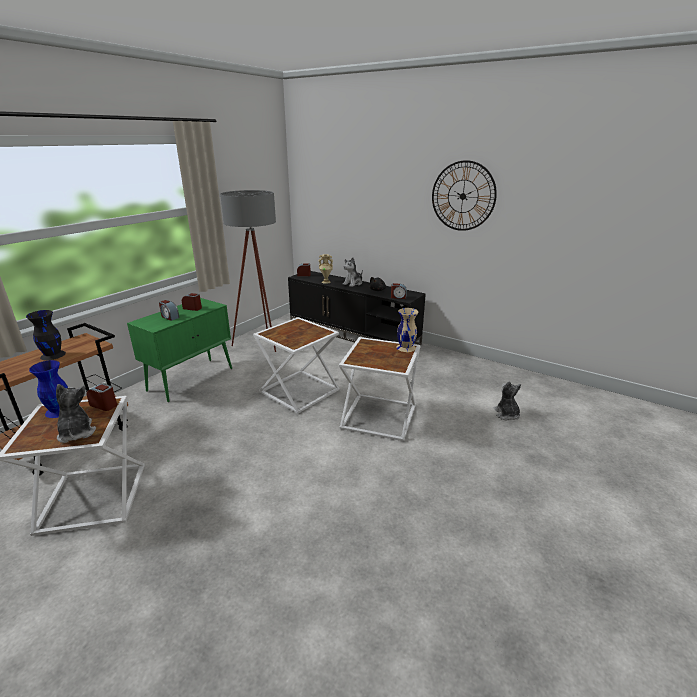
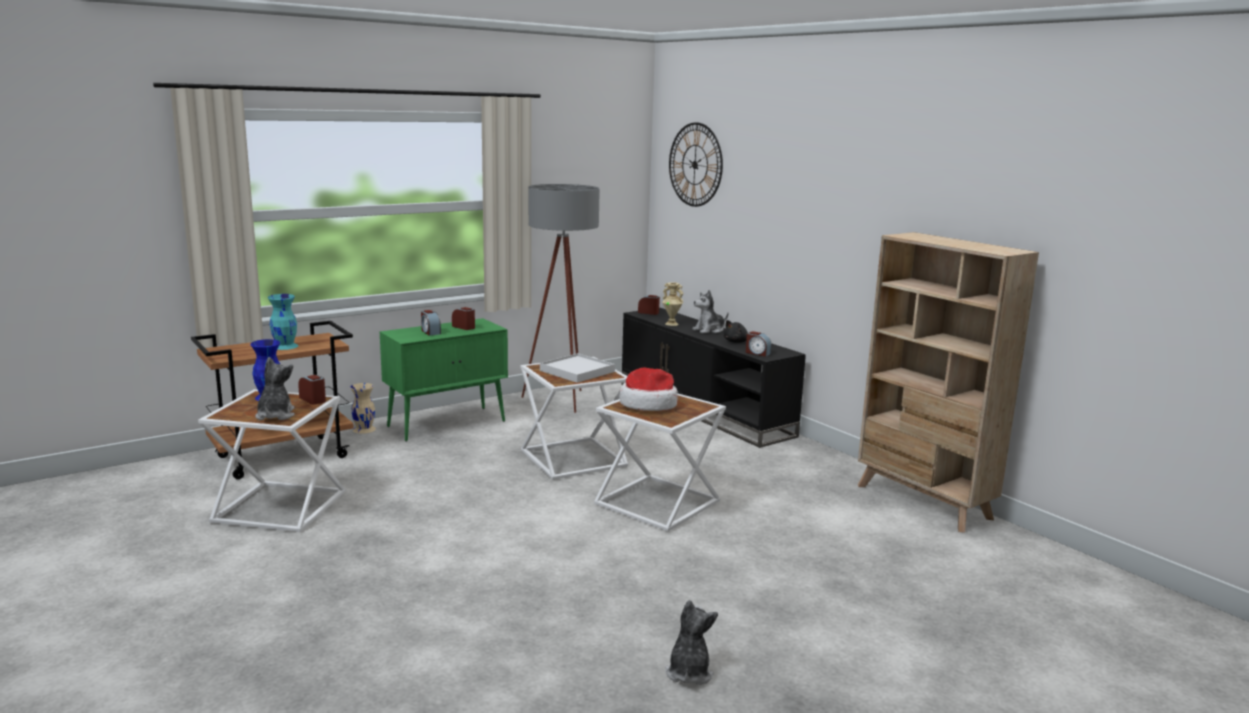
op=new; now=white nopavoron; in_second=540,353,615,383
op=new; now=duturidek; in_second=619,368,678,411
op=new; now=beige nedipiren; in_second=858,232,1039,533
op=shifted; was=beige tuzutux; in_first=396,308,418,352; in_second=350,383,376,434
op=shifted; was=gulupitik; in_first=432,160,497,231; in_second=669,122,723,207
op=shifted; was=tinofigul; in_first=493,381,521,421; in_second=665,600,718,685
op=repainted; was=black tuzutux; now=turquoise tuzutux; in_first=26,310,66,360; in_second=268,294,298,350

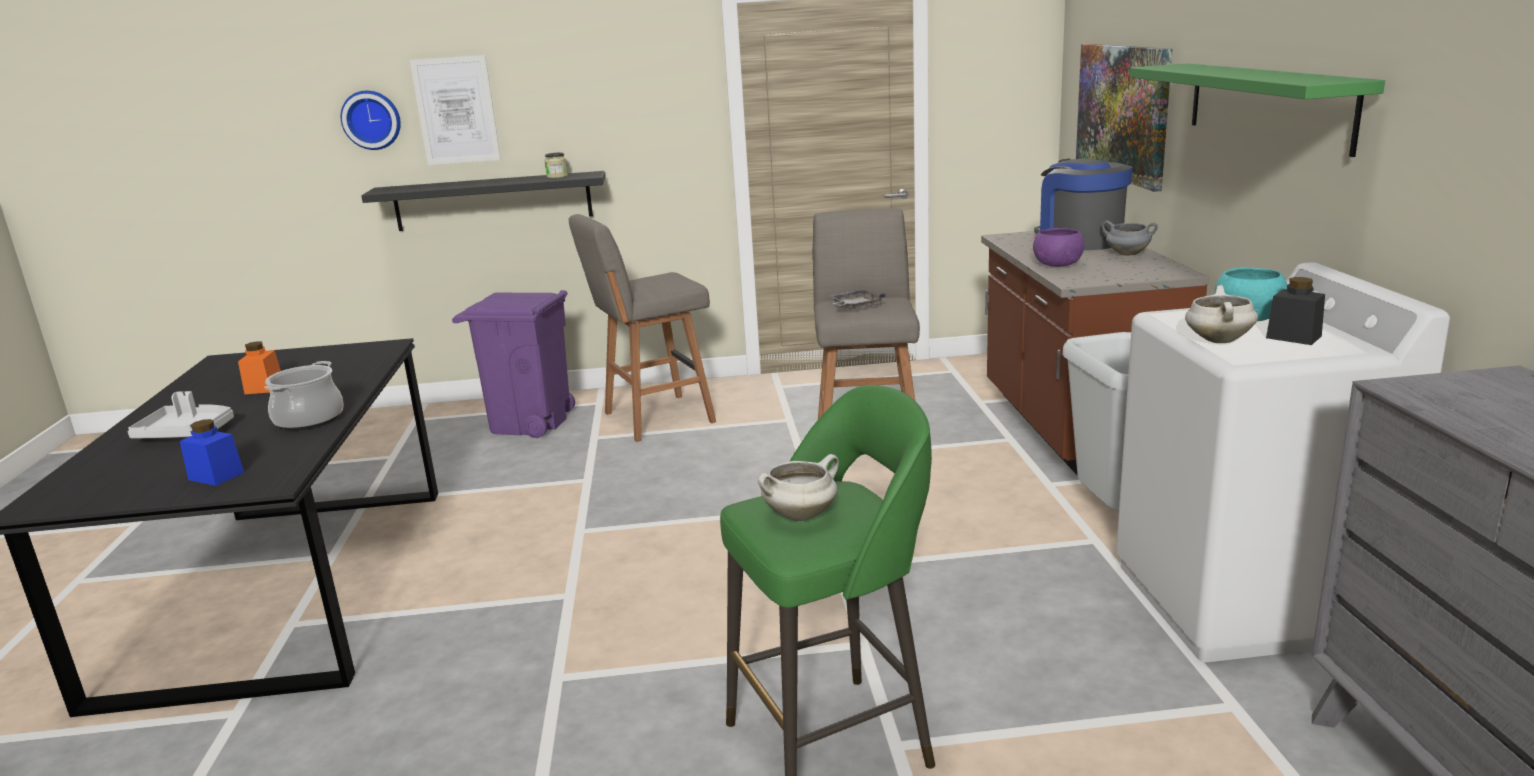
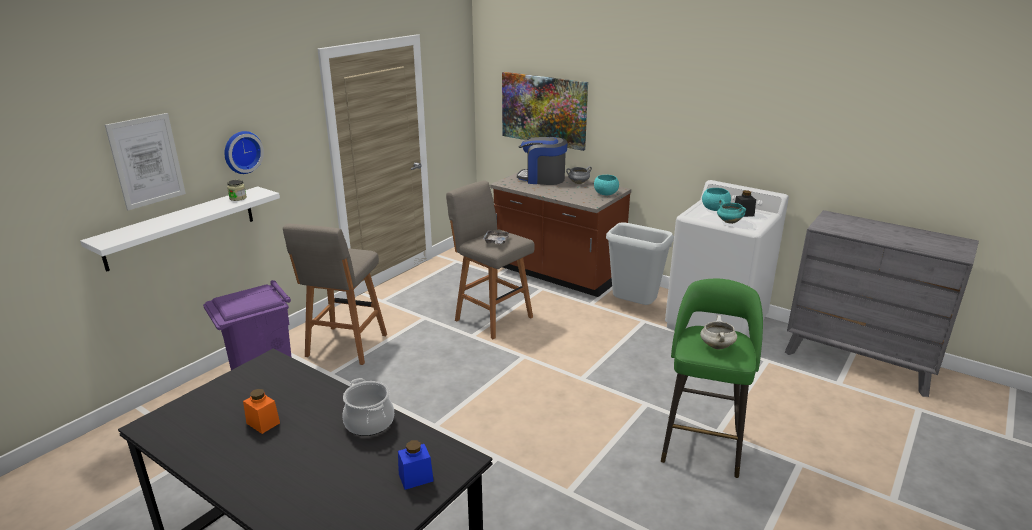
op=gone; was=grey nopavoron; in_first=127,391,234,438
op=gone; was=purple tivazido; in_first=1033,228,1085,267
op=gone; was=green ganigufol; in_first=1129,63,1385,157
op=new; now=turquoise tivazido; in_second=594,175,619,195
op=shifted; was=gulupitik; in_first=341,91,401,150; in_second=224,131,264,174
op=repainted; was=black ganigufol; now=white ganigufol; in_first=361,171,605,231; in_second=80,186,280,272
op=repainted; was=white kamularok; now=turquoise kamularok; in_first=1185,285,1258,343; in_second=717,199,746,224

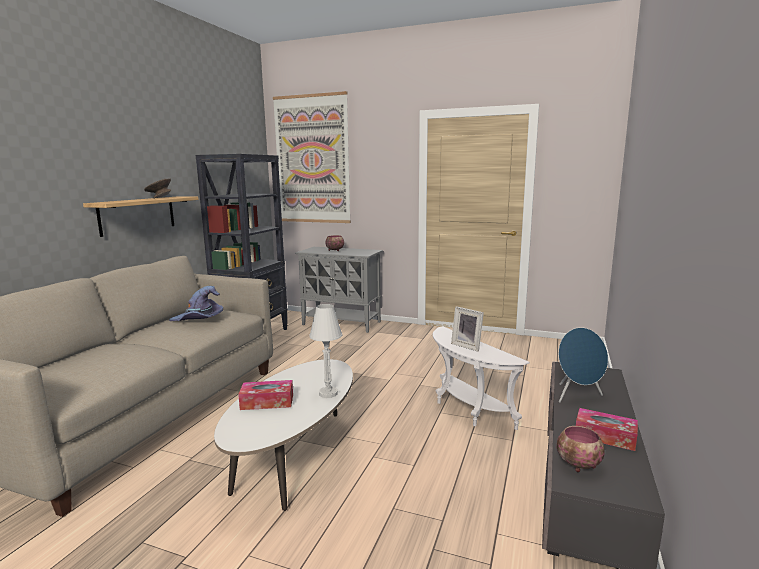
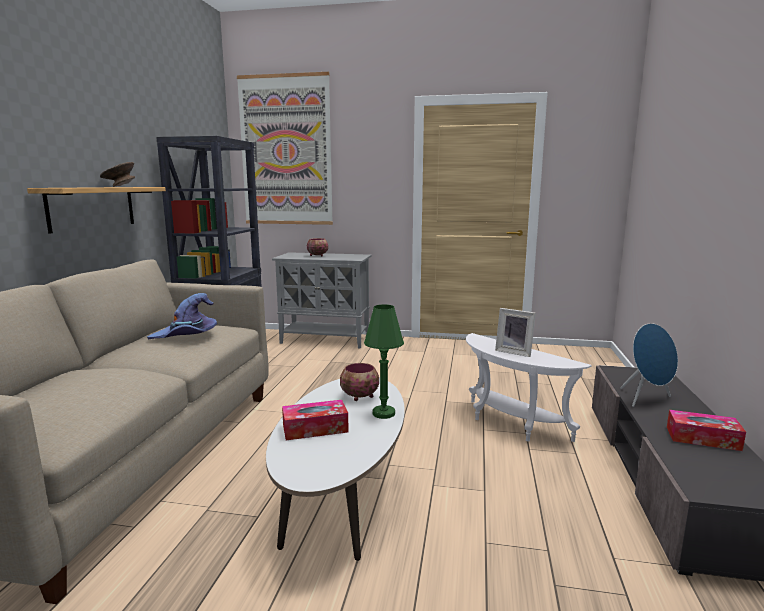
op=shifted; was=tivazido; in_first=557,426,605,472; in_second=340,363,379,401
op=repainted; was=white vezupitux; now=green vezupitux; in_first=309,304,342,398; in_second=364,304,404,419

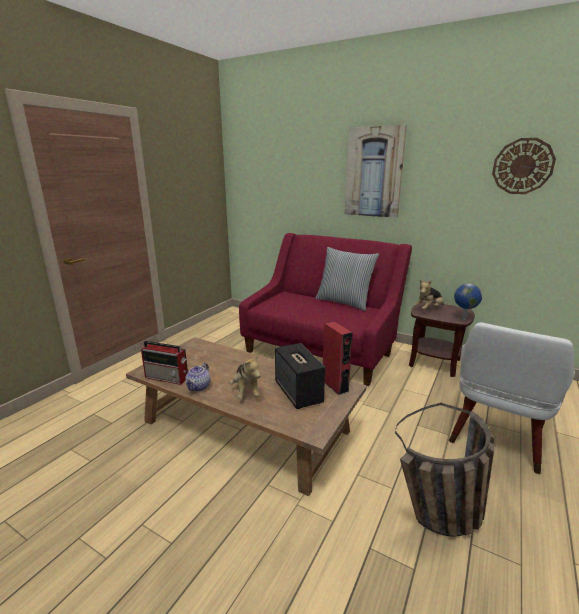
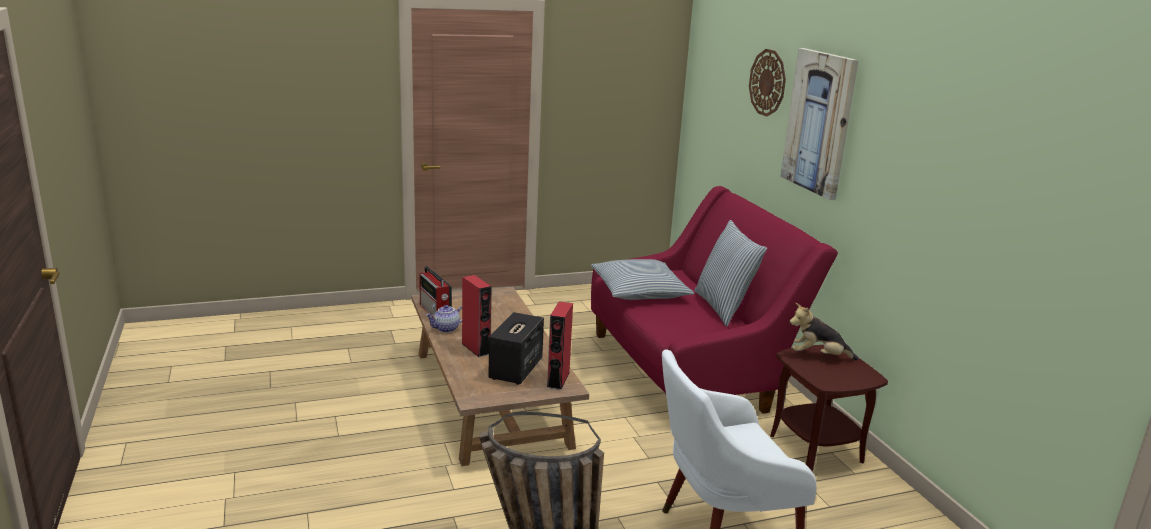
op=gone; was=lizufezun; in_first=454,284,482,320
op=new; now=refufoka; in_second=591,259,694,300
op=shifted; was=gulupitik; in_first=492,138,556,194; in_second=749,49,786,117
op=swapped; was=tinofigul; now=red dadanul; in_first=229,355,261,399; in_second=462,275,492,357

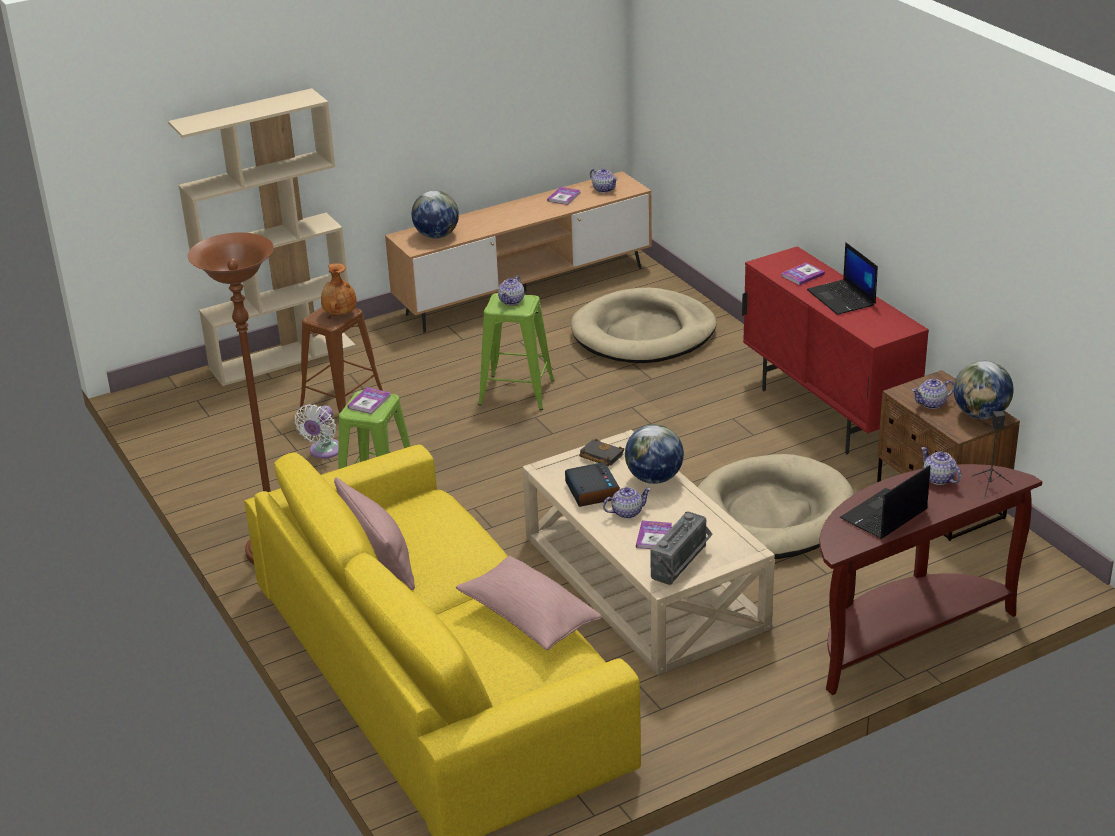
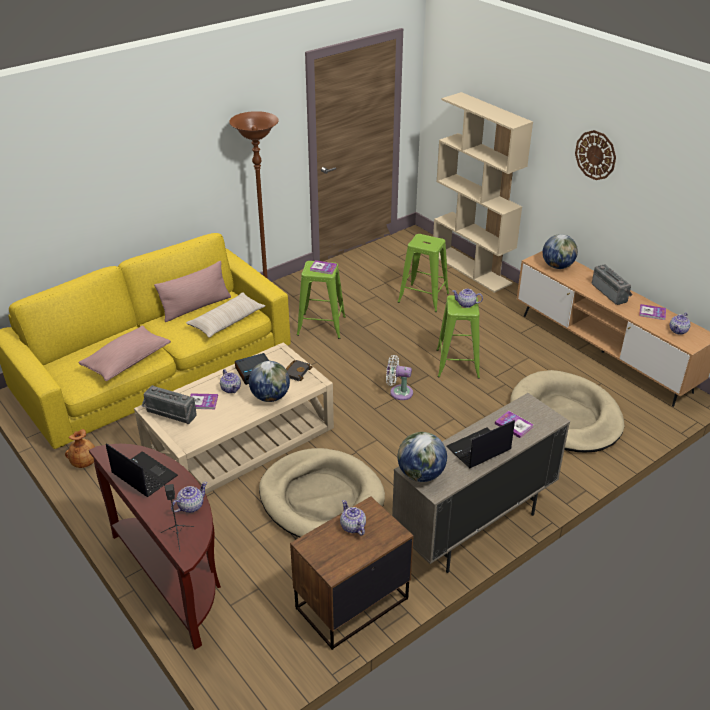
op=new; now=beige refufoka; in_second=186,293,265,338
op=new; now=gulupitik; in_second=575,130,616,180
op=new; now=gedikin; in_second=592,265,633,305
op=shifted; was=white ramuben; in_first=295,404,339,459; in_second=386,355,413,400
op=shifted; was=brown tuzutux; in_first=321,263,357,315; in_second=65,429,95,468
op=shifted; was=lizufezun; in_first=954,361,1014,419; in_second=398,432,447,482
op=repainted; was=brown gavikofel; now=green gavikofel; in_first=299,307,383,414; in_second=398,234,449,312
op=repainted; was=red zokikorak; now=beige zokikorak; in_first=742,246,929,454; in_second=392,393,570,573

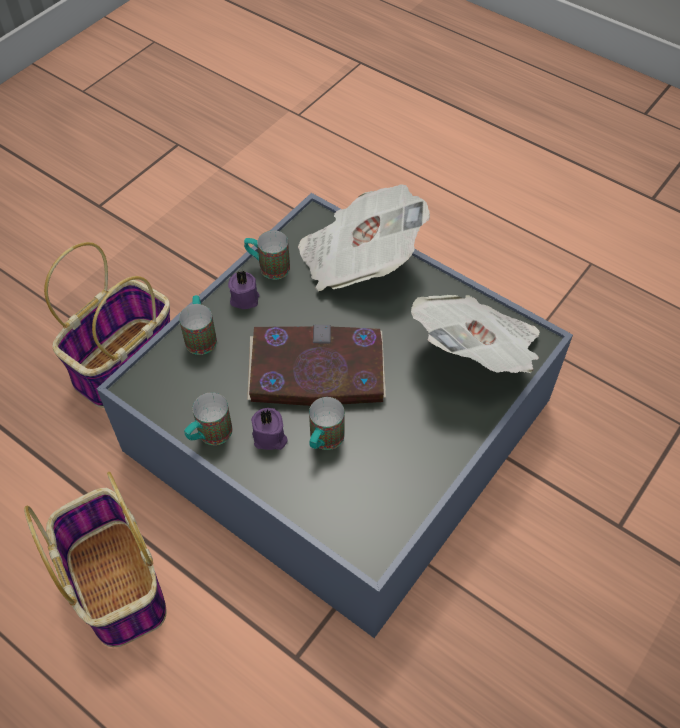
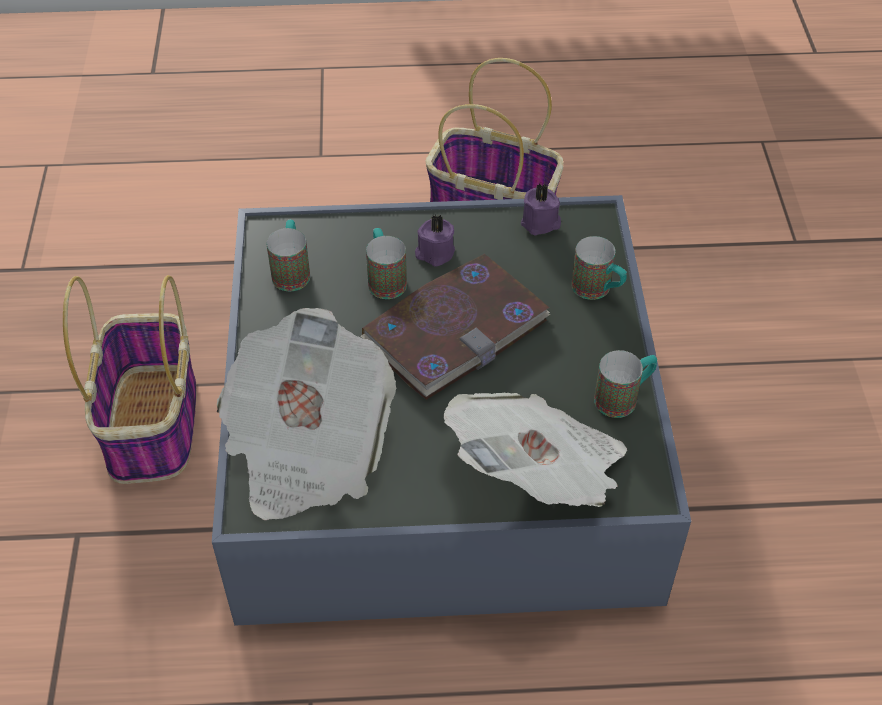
op=shifted; was=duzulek; in_first=44,242,170,408; in_second=63,275,197,484
op=shifted; was=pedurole; in_first=184,392,233,445; in_second=267,220,310,291
op=shifted; was=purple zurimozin; in_first=228,271,259,309; in_second=521,184,561,235

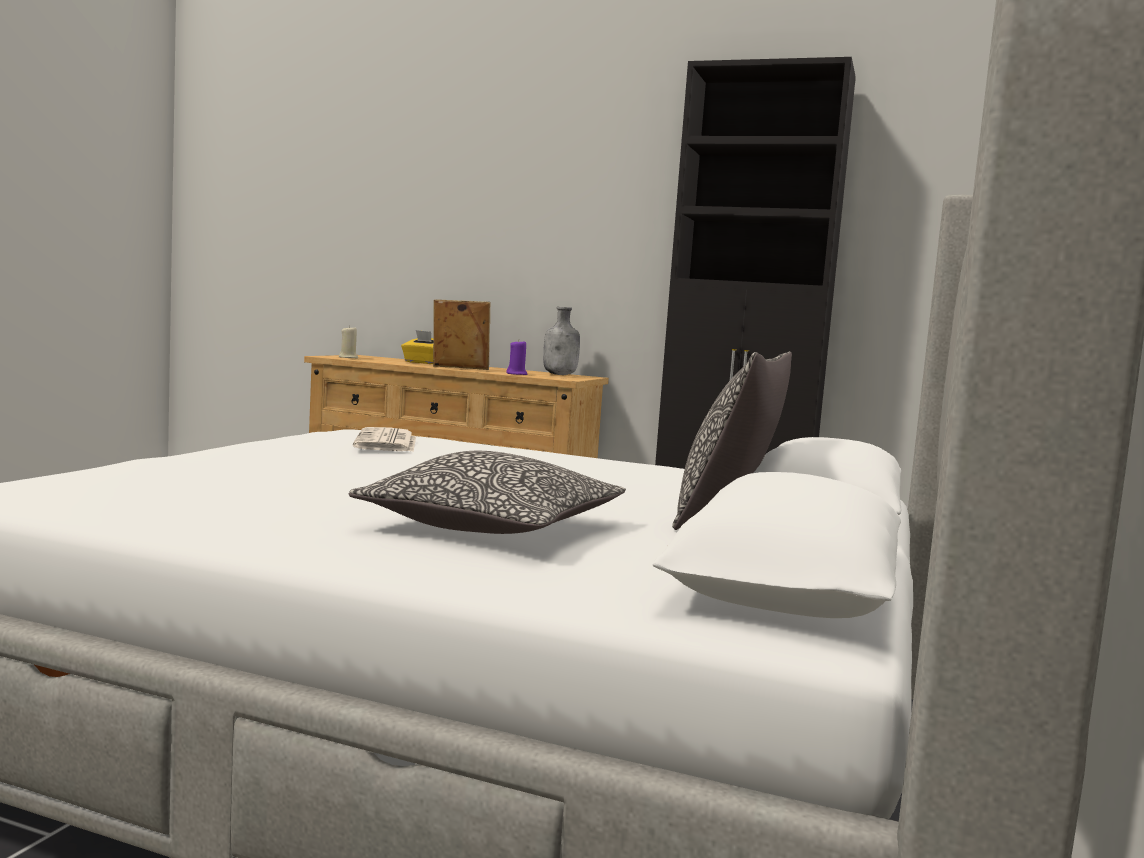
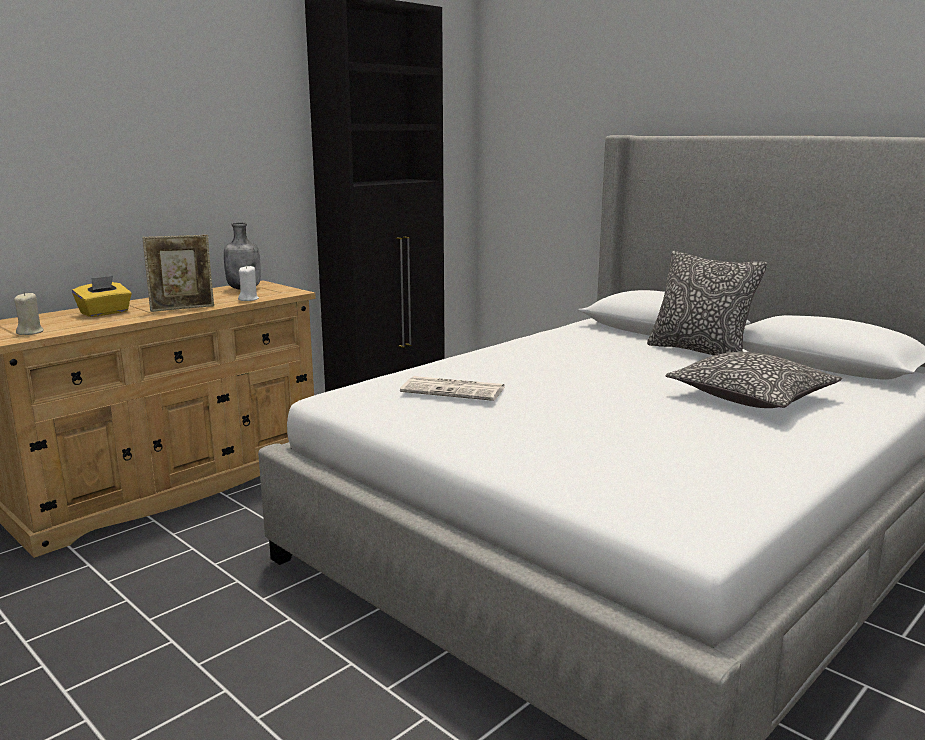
op=repainted; was=purple zurimozin; now=white zurimozin; in_first=506,340,528,375; in_second=238,265,259,301
op=rotated; was=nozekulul; in_first=433,300,490,370; in_second=143,235,214,312; clockwise=-150

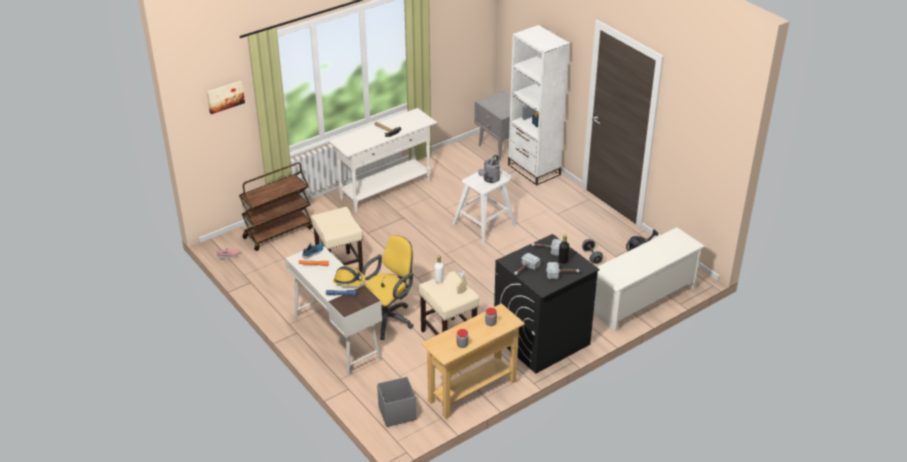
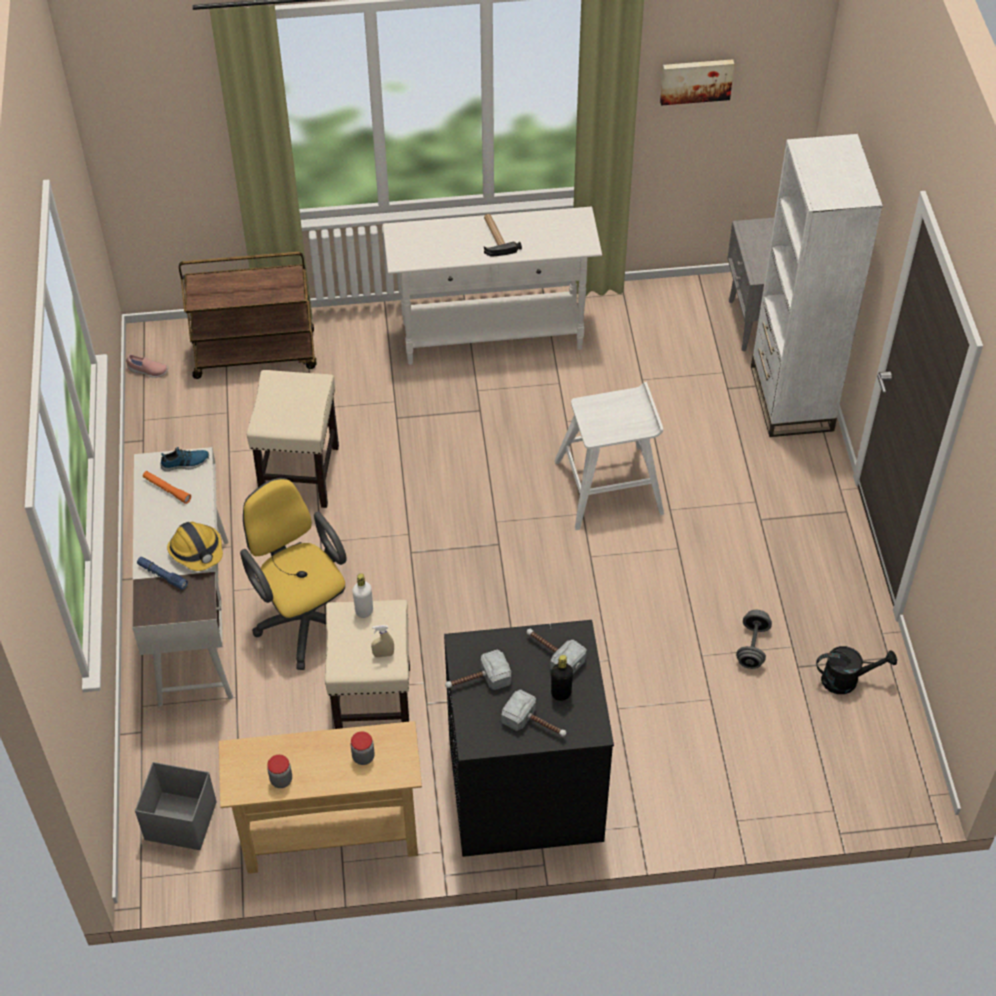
op=gone; was=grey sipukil; in_first=478,155,500,183
op=gone; was=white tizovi; in_first=593,227,705,331
op=shifted; was=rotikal; in_first=207,80,245,114; in_second=660,59,734,106
op=rotated; was=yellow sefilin; in_first=362,235,413,340; in_second=240,478,347,670; clockwise=-105

